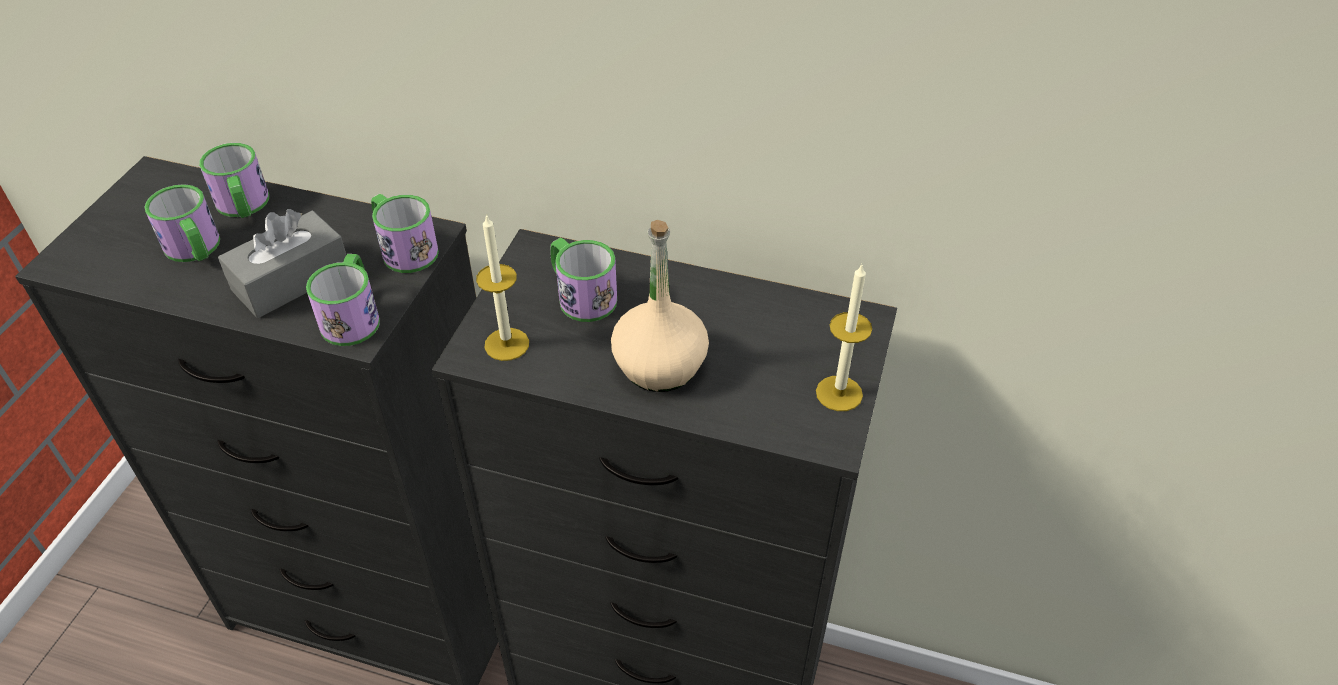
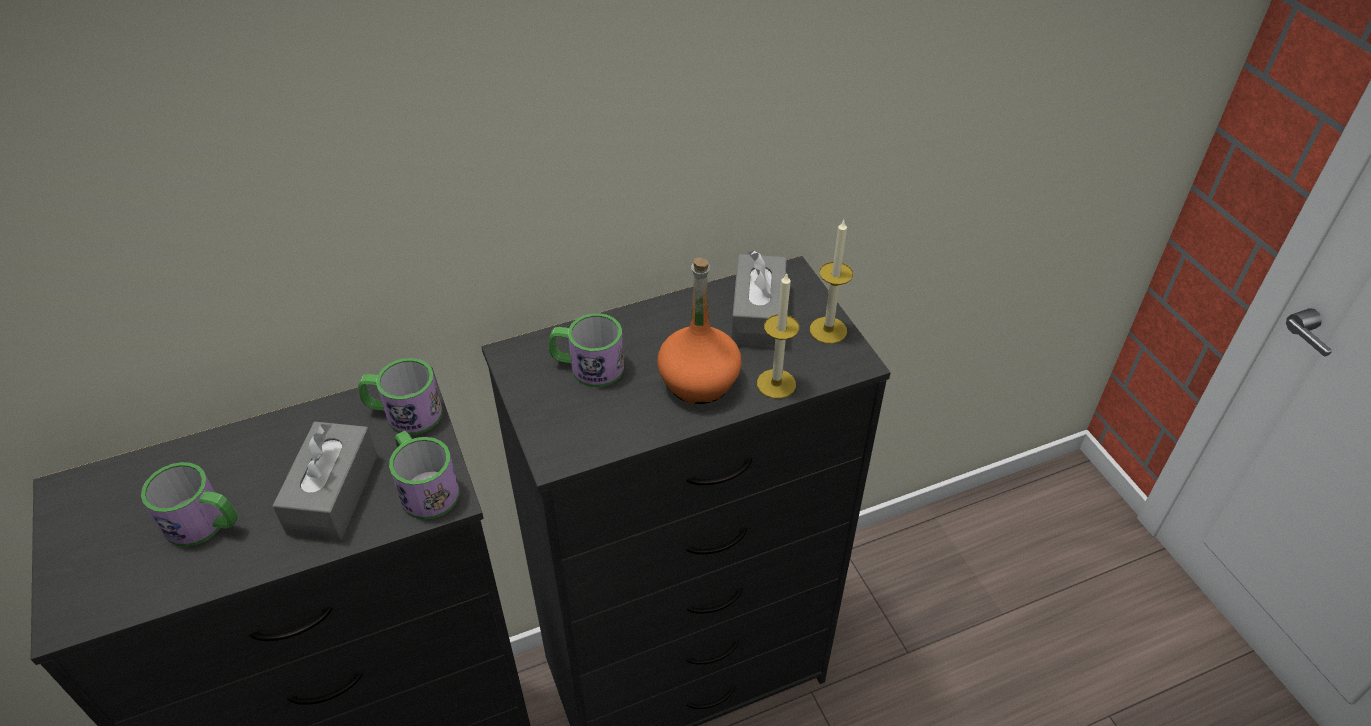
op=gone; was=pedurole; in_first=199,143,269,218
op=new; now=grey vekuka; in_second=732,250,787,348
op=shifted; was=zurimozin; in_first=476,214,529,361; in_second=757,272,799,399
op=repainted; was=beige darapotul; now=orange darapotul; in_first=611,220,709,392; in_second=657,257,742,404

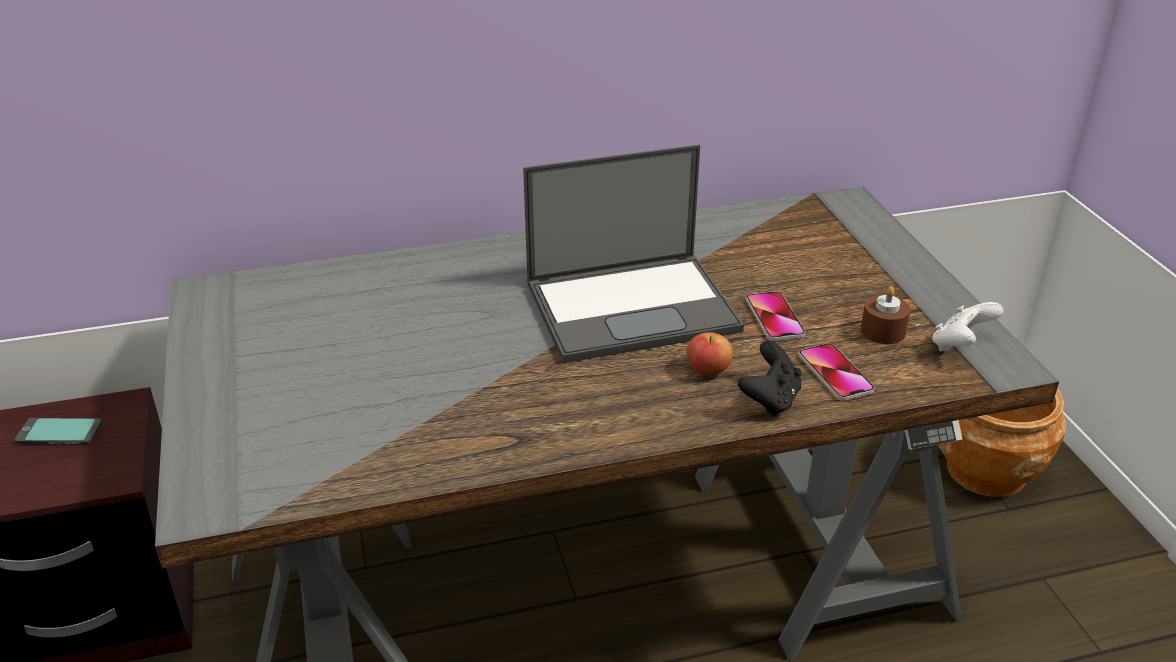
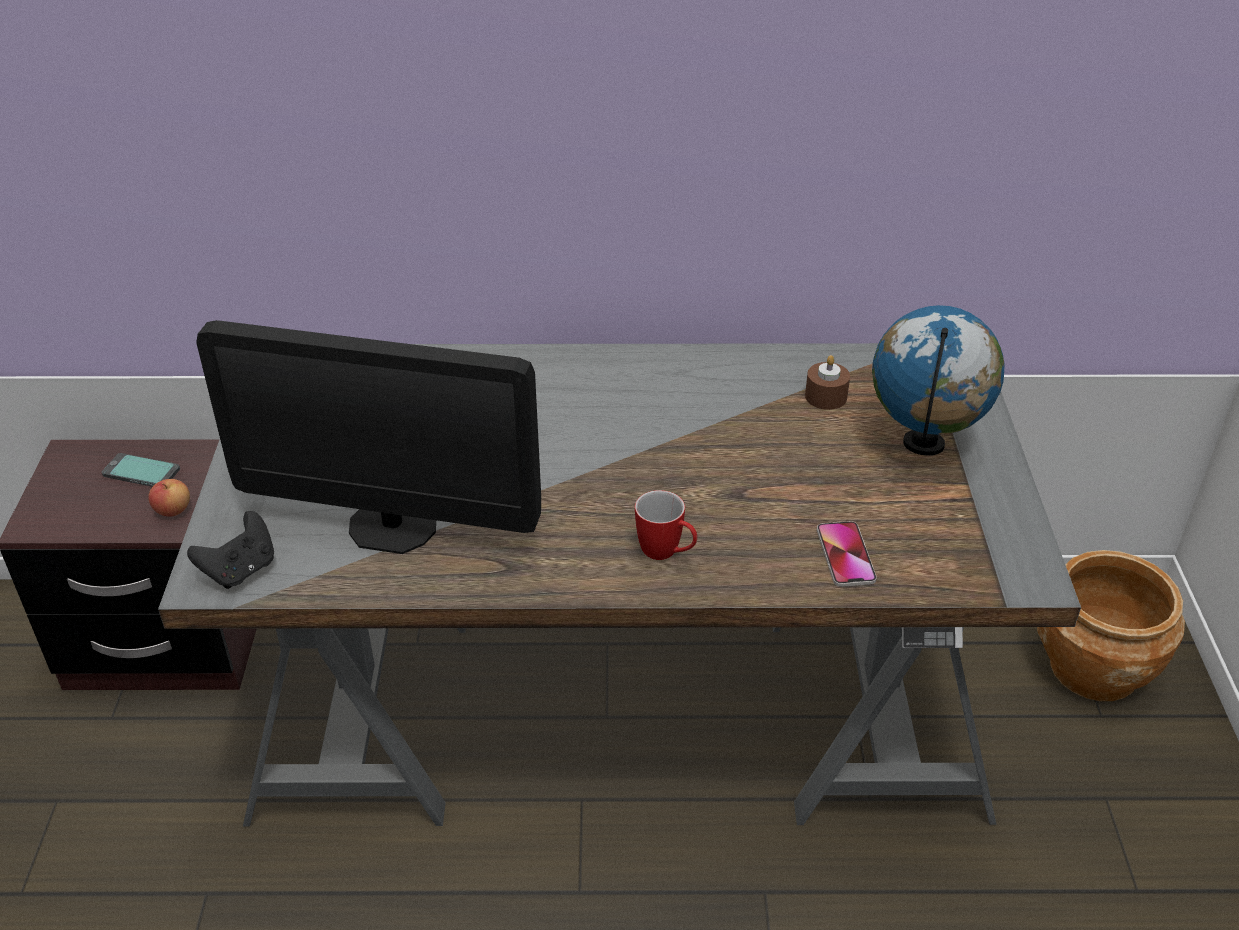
op=gone; was=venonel; in_first=523,144,744,363
op=gone; was=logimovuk; in_first=746,291,805,341
op=gone; was=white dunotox; in_first=932,302,1004,352
op=new; now=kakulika; in_second=196,320,541,554
op=new; now=pedurole; in_second=635,490,697,560
op=new; now=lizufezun; in_second=872,305,1005,456
op=shifted; was=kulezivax; in_first=687,332,733,376; in_second=148,479,190,517
op=shifted; was=black dunotox; in_first=738,341,802,416; in_second=187,511,274,589
op=shifted; was=brown zurimozin; in_first=861,286,911,344; in_second=805,355,850,410

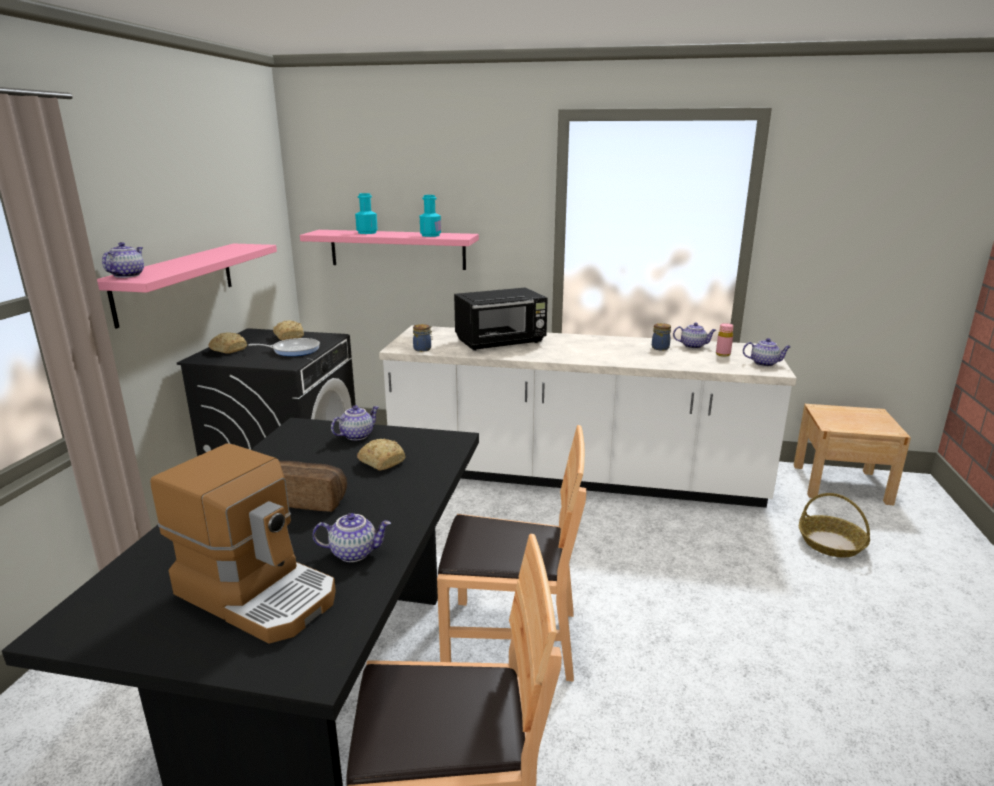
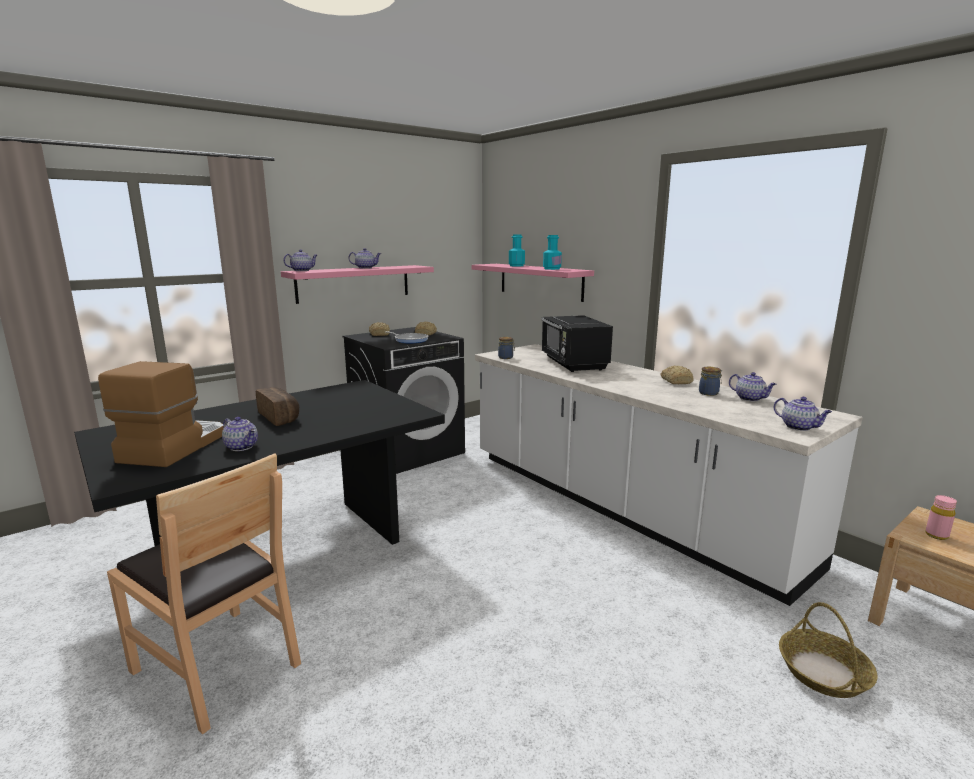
op=gone; was=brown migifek; in_first=437,425,586,681
op=shifted; was=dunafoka; in_first=331,405,379,440; in_second=348,248,382,269
op=shifted; was=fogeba; in_first=357,439,406,470; in_second=661,366,694,384
op=shifted; was=pink darapotul; in_first=716,323,734,357; in_second=925,495,957,540
op=rotated; was=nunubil; in_first=150,443,336,643; in_second=98,361,224,467; clockwise=-150
op=rotated; was=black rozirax; in_first=454,287,548,351; in_second=541,315,613,372; clockwise=60

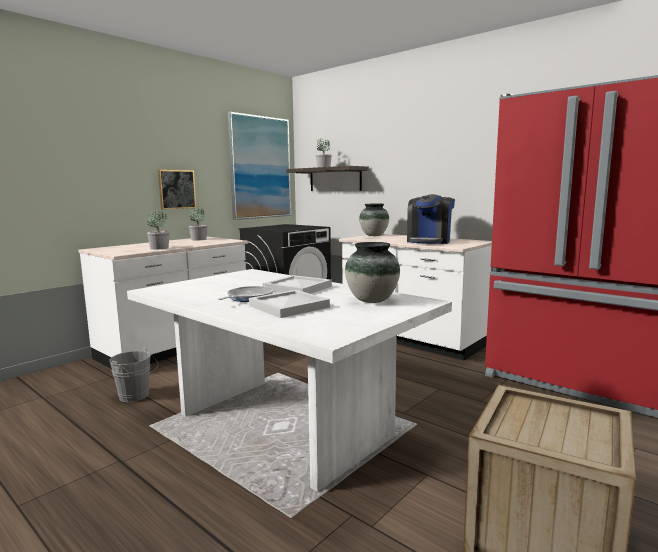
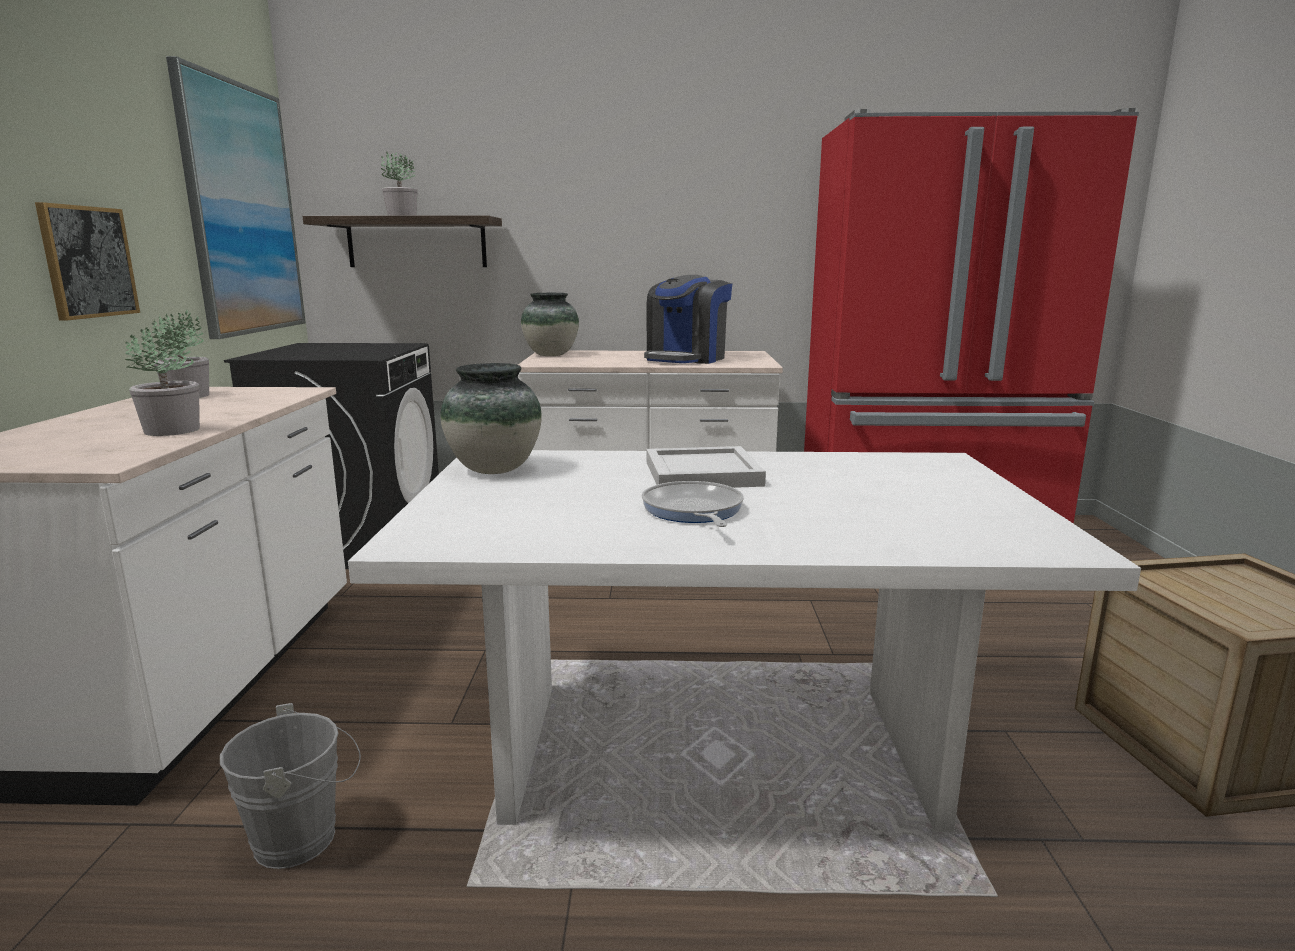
op=gone; was=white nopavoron; in_first=249,290,330,318
op=shifted; was=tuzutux; in_first=345,242,400,303; in_second=440,363,542,474
op=rotated; was=nunubil; in_first=407,194,455,244; in_second=644,275,732,364; clockwise=45

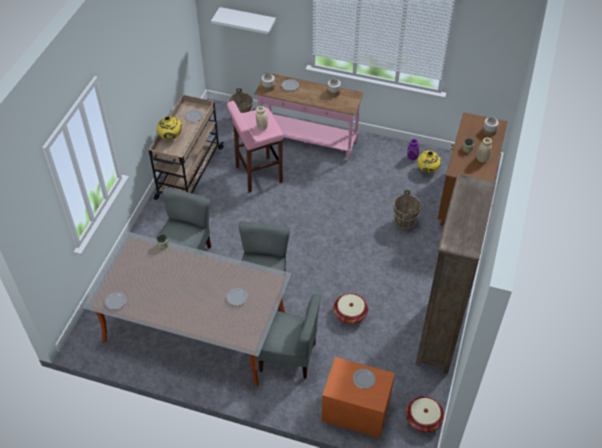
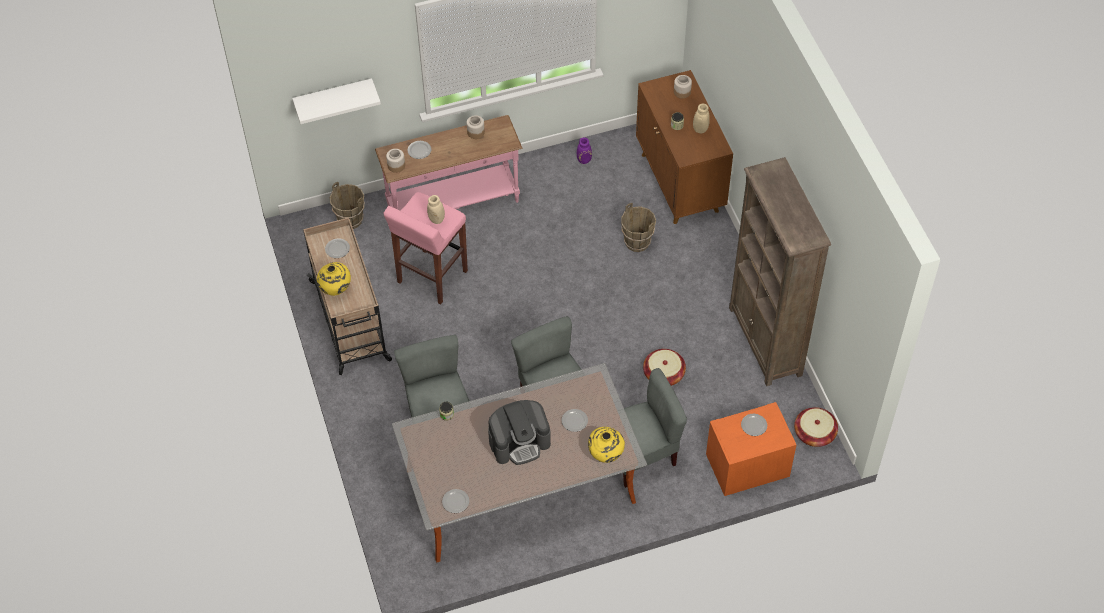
op=new; now=nunubil; in_second=488,400,551,465
op=shifted; was=yellow tuzutux; in_first=417,150,441,173; in_second=588,427,625,463

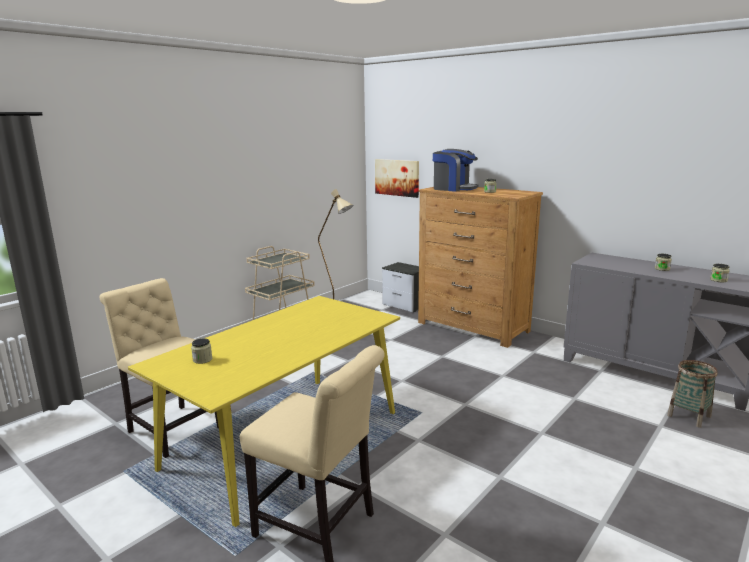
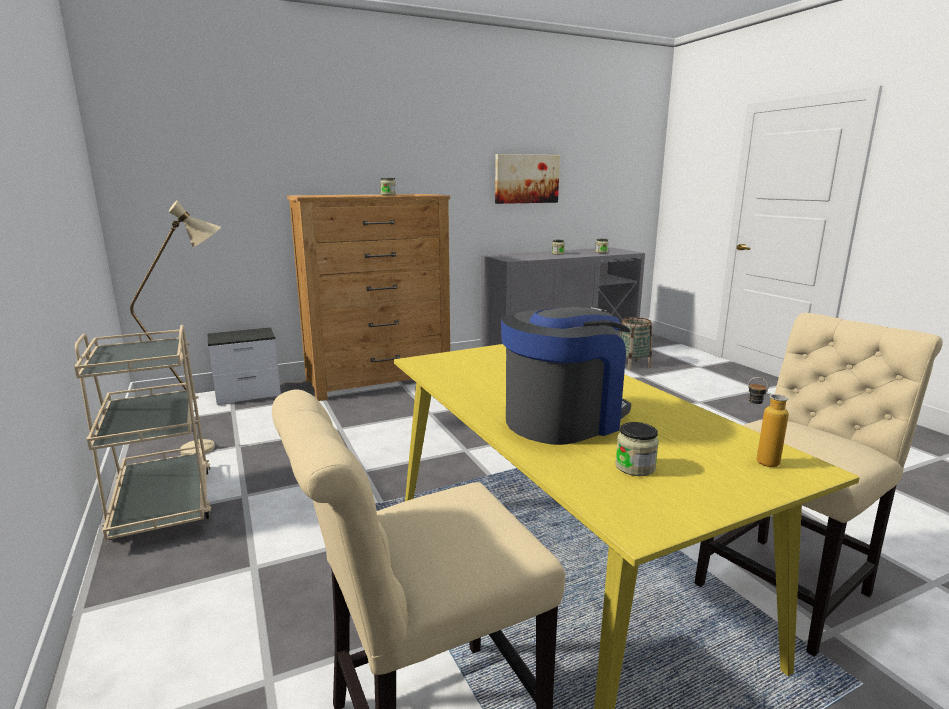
op=new; now=darapotul; in_second=748,377,789,467
op=shifted; was=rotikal; in_first=375,159,419,198; in_second=495,154,560,204
op=shifted; was=nunubil; in_first=433,149,478,192; in_second=501,307,631,445

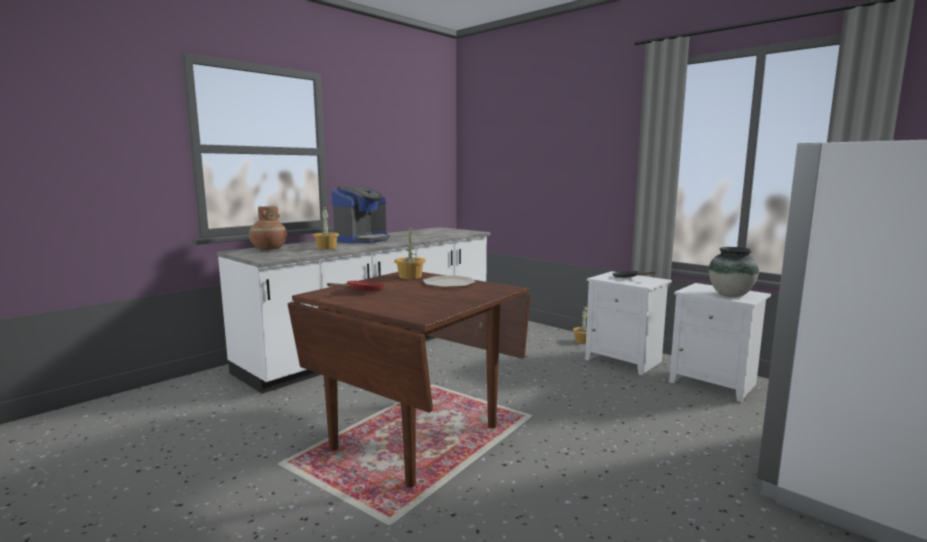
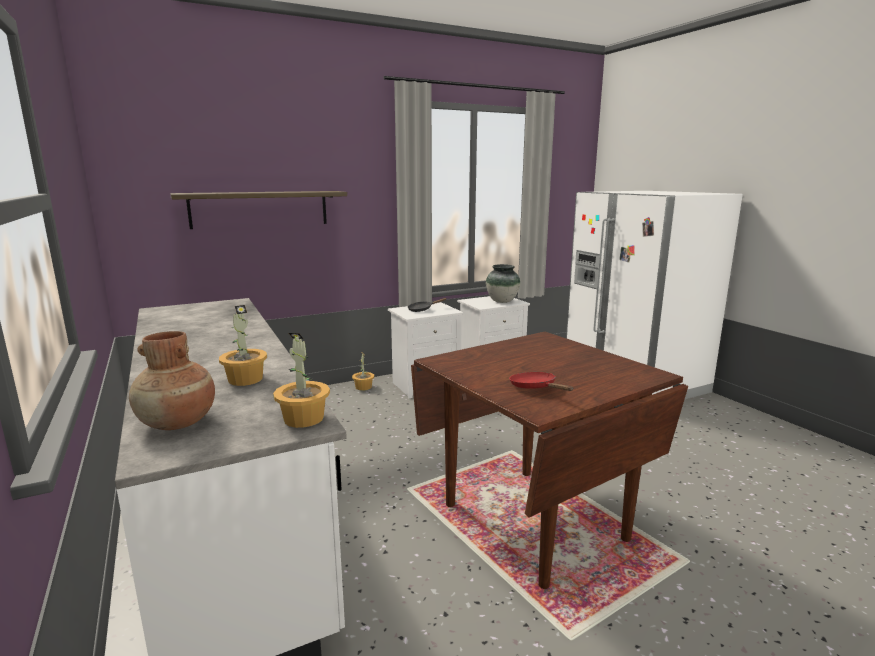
op=gone; was=nunubil; in_first=332,186,390,244
op=gone; was=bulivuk; in_first=423,275,476,287
op=new; now=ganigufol; in_second=170,191,347,229
op=shifted; was=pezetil; in_first=394,225,426,279; in_second=273,333,330,428

